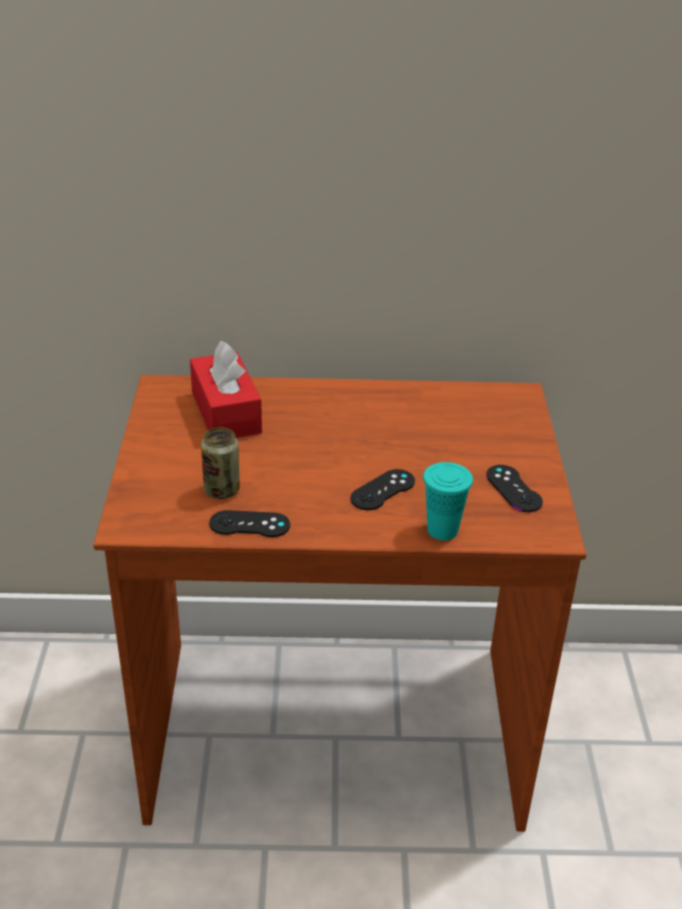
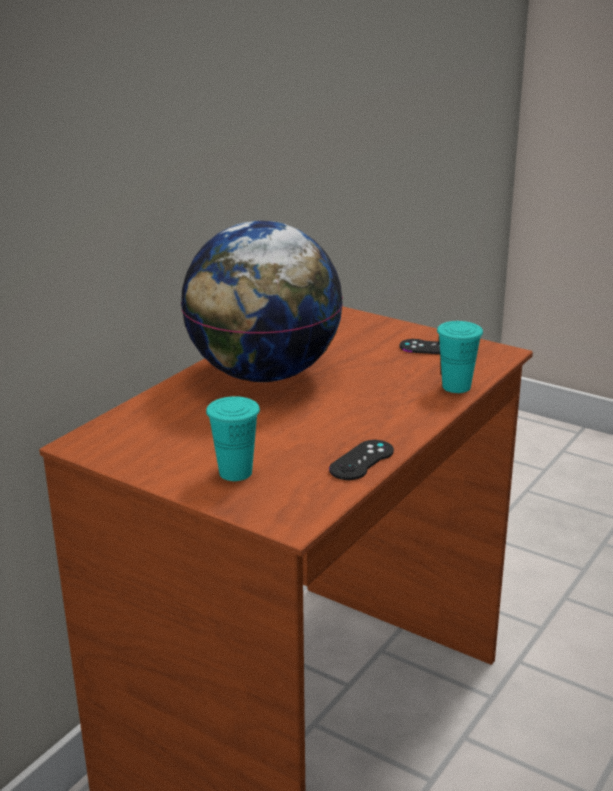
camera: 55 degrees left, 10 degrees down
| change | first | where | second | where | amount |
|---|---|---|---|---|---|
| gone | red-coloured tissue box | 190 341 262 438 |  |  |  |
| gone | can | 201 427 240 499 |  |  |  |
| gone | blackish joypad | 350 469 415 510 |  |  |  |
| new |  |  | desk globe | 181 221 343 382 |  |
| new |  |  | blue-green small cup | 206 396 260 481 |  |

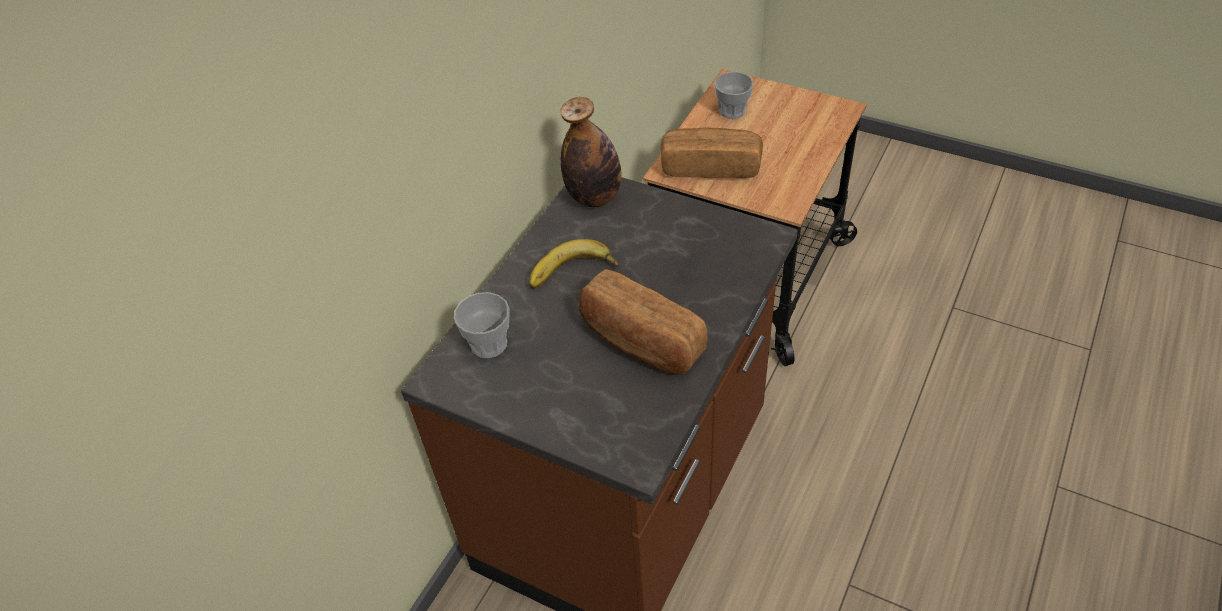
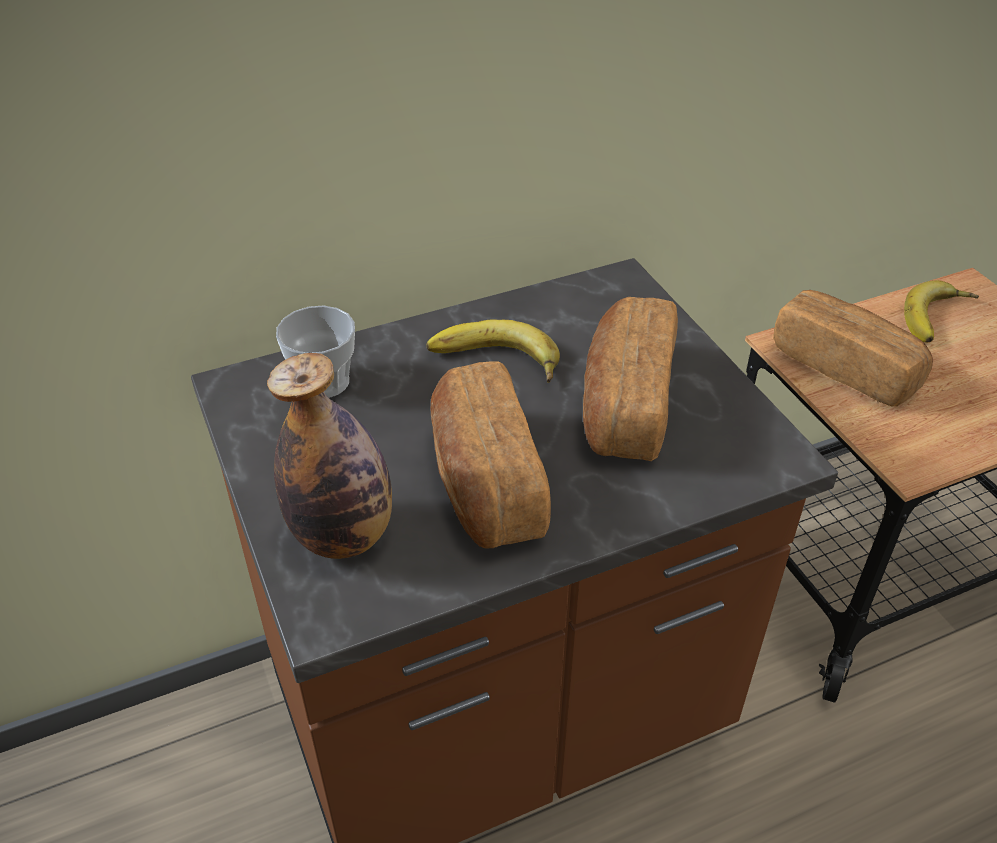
camera: 35 degrees right, 5 degrees down
| change | first | where | second | where | amount |
|---|---|---|---|---|---|
| new |  |  | bread | 583 297 678 461 |  |
| shifted | beverage bottle | 560 97 621 207 |  | 267 353 392 559 |  |
| swapped | small cup | 714 72 754 119 | whole banana | 904 280 979 342 |  |

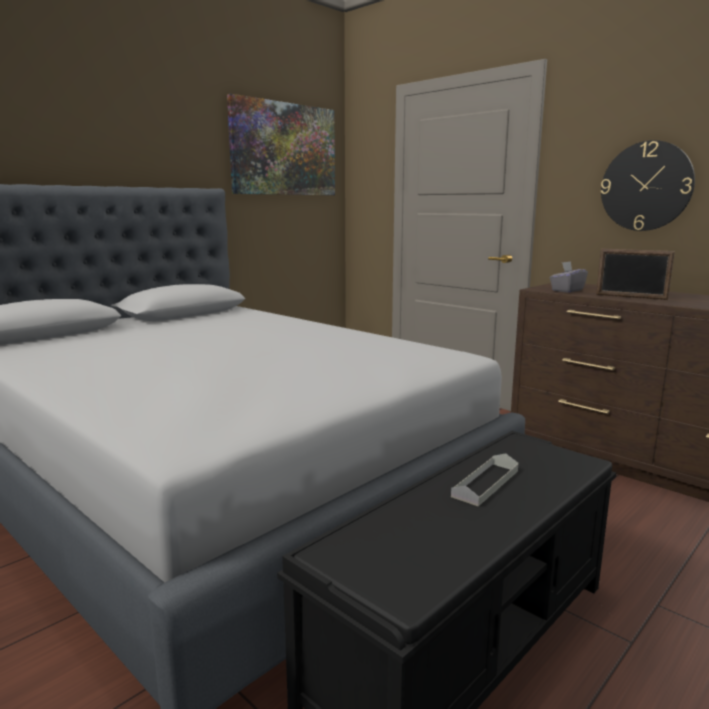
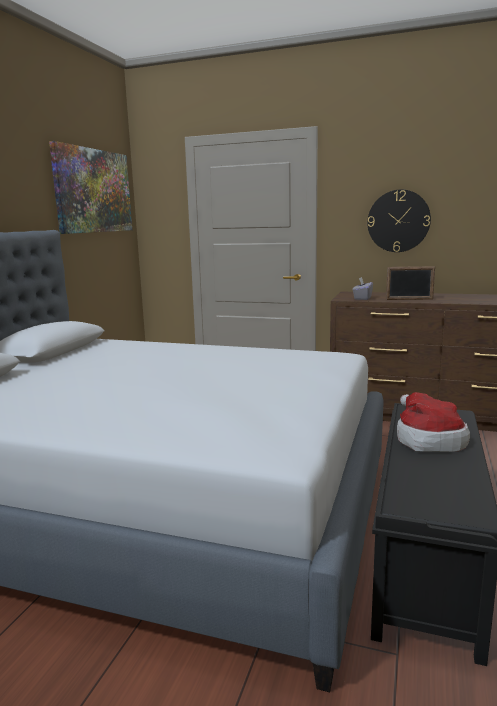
camera: 25 degrees left, 0 degrees up
| change | first | where | second | where | amount |
|---|---|---|---|---|---|
| swapped | grey carrying tray | 451 453 518 506 | clothing hat | 397 392 470 452 |  |

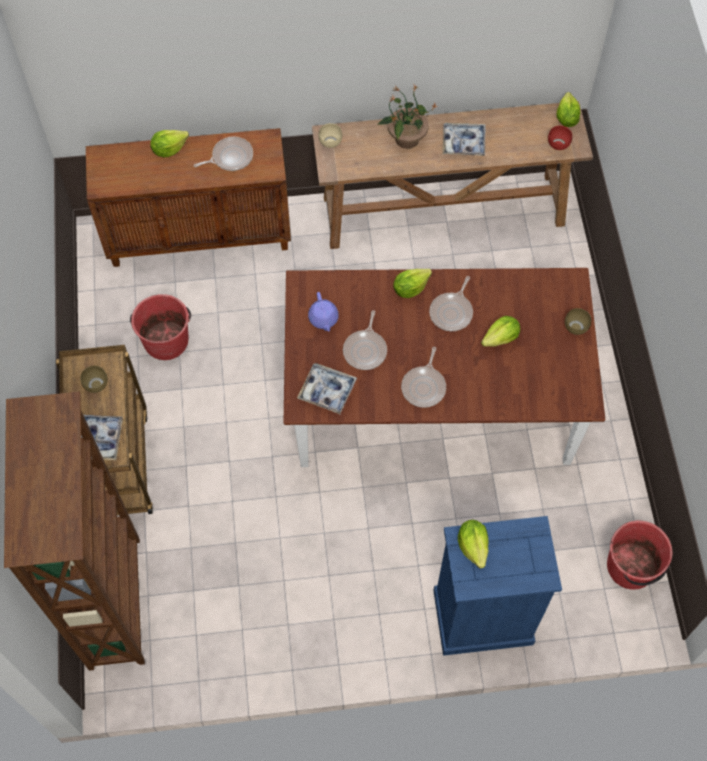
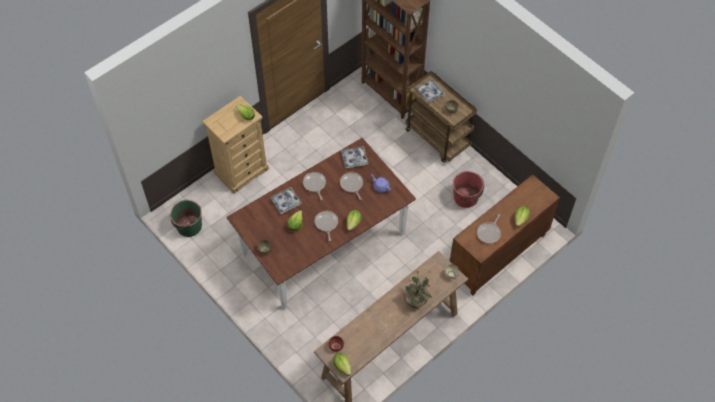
camera: 145 degrees right, 5 degrees down
| change | first | where | second | where | amount |
|---|---|---|---|---|---|
| shifted | carrying tray | 443 123 485 156 |  | 270 187 302 214 |  |
| repainted | bluish drawer chest | 433 516 562 656 | beige-coloured drawer chest | 202 96 269 194 |  |
| repainted | red-coloured pail | 607 521 672 590 | greenish pail | 170 200 202 237 |  |

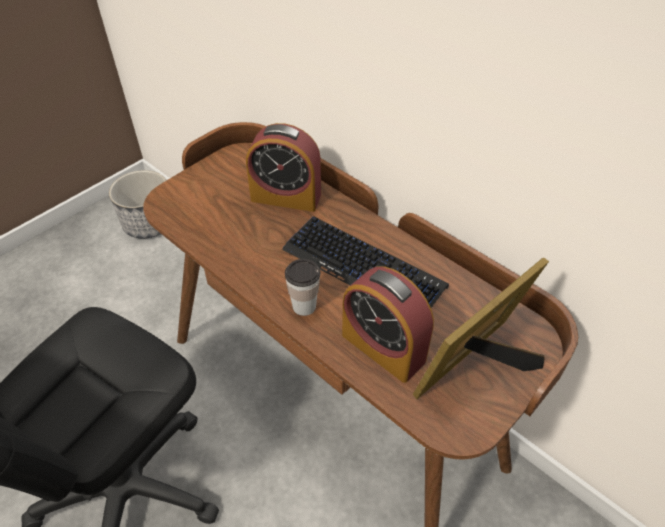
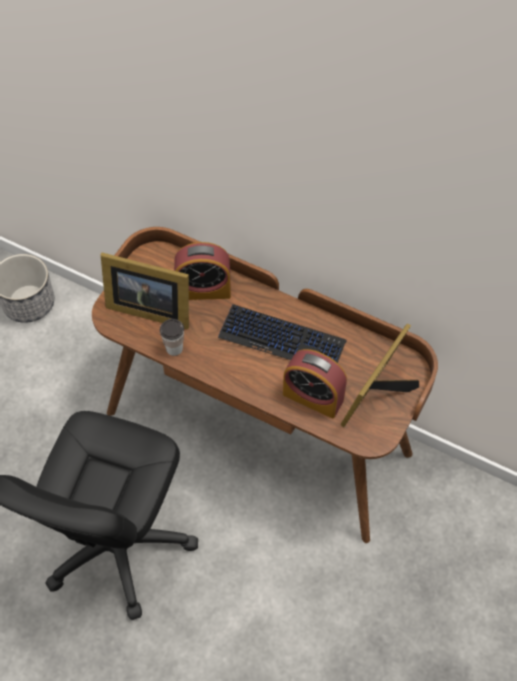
camera: 15 degrees left, 10 degrees up
| change | first | where | second | where | amount |
|---|---|---|---|---|---|
| new |  |  | picture frame | 101 253 189 330 |  |
| shifted | small cup | 285 259 321 316 |  | 160 319 184 356 |  |

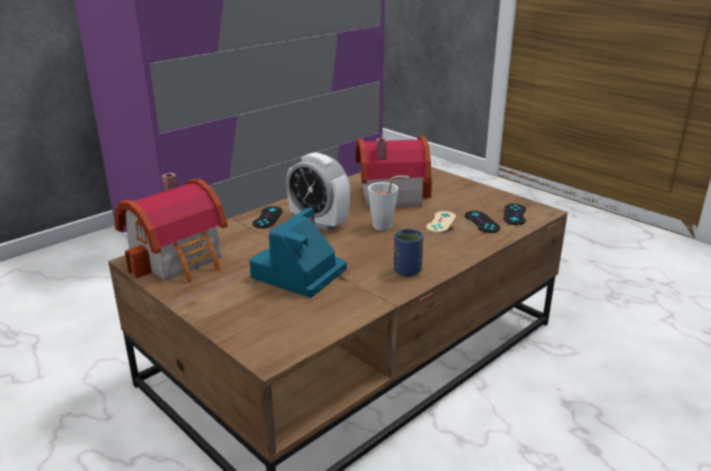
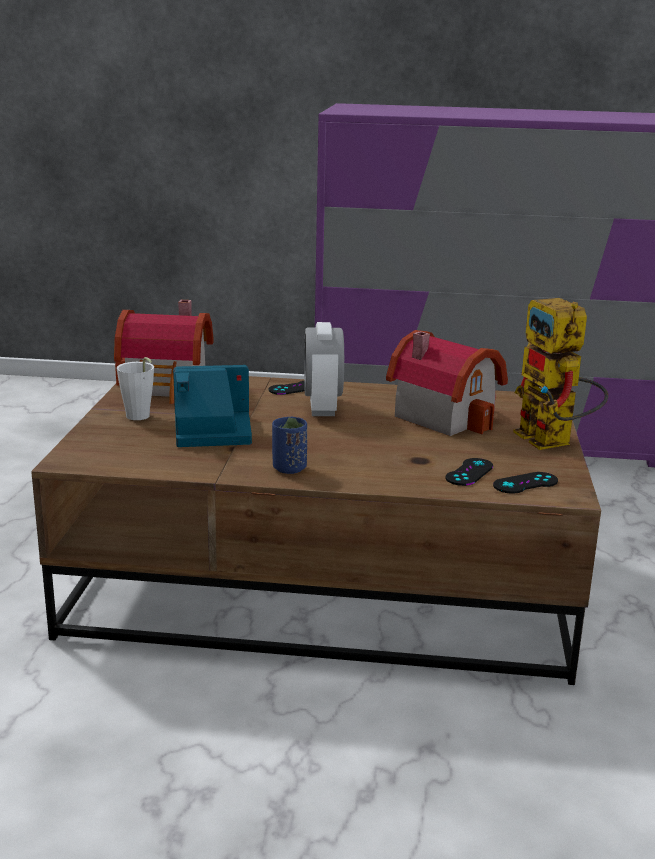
camera: 50 degrees right, 5 degrees down
| change | first | where | second | where | amount |
|---|---|---|---|---|---|
| gone | beige-coloured joypad | 426 211 456 233 |  |  |  |
| new |  |  | toy robot | 513 298 608 450 |  |
| shifted | white-coloured small cup | 368 176 409 230 |  | 117 357 154 420 |  |

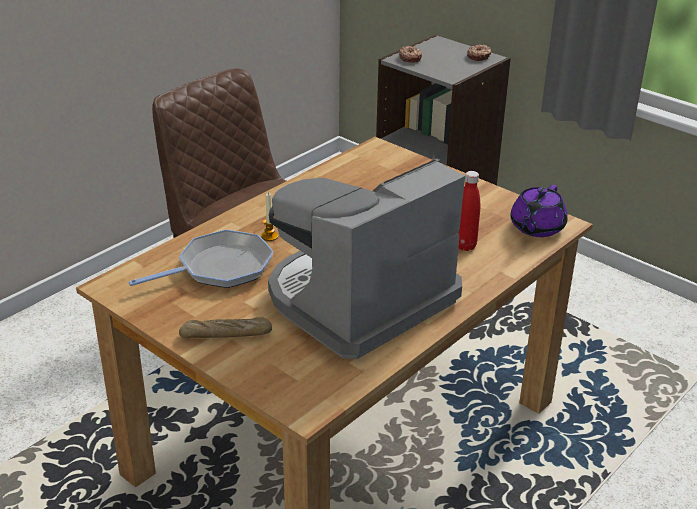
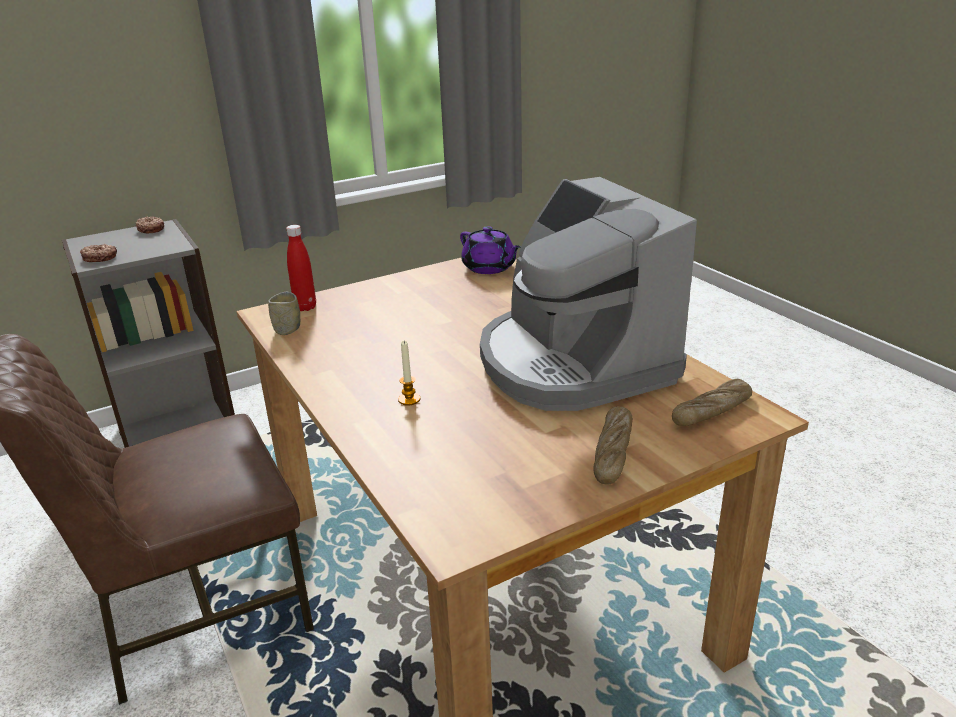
camera: 70 degrees left, 5 degrees down
| change | first | where | second | where | amount |
|---|---|---|---|---|---|
| gone | pan | 129 230 274 288 |  |  |  |
| new |  |  | small cup | 268 292 300 335 |  |
| new |  |  | bread | 672 379 752 426 |  |
| shifted | red-coloured beverage bottle | 458 171 480 251 |  | 286 225 316 311 |  |

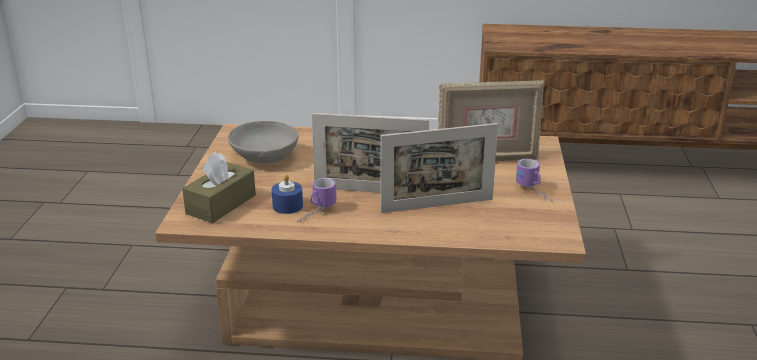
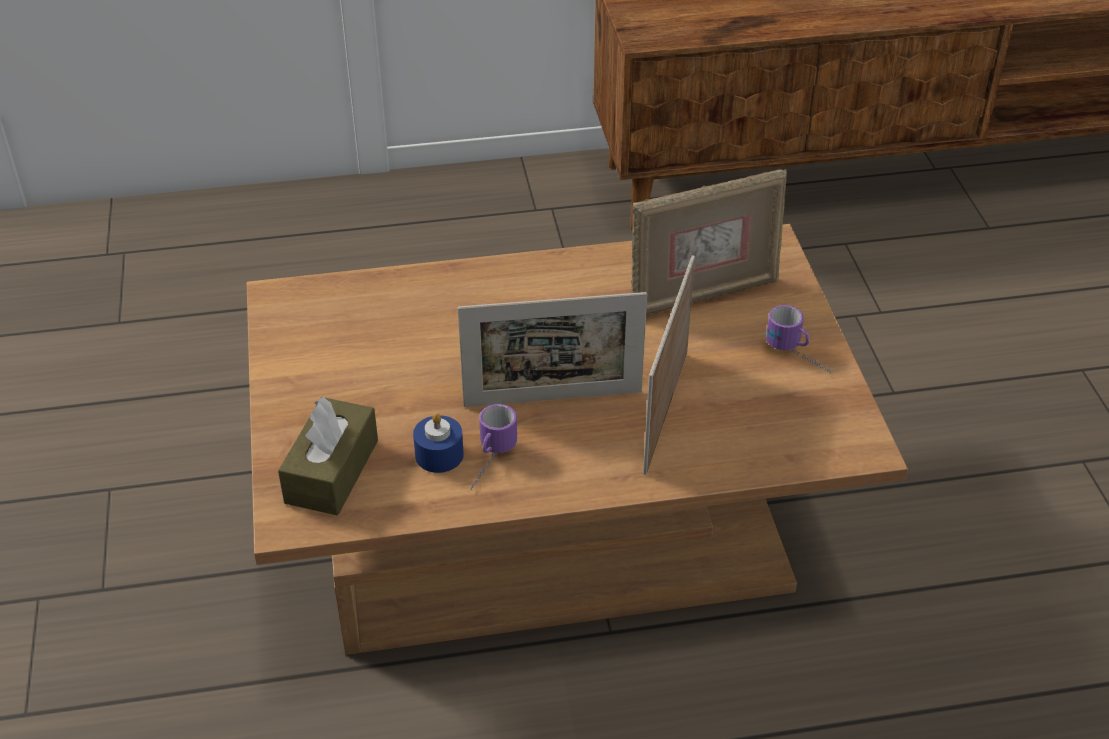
camera: 15 degrees left, 15 degrees up
| change | first | where | second | where | amount |
|---|---|---|---|---|---|
| gone | grey deep dish | 228 121 298 164 |  |  |  |
| rotated | picture frame | 380 123 498 213 |  | 643 255 695 475 | 135 degrees clockwise |

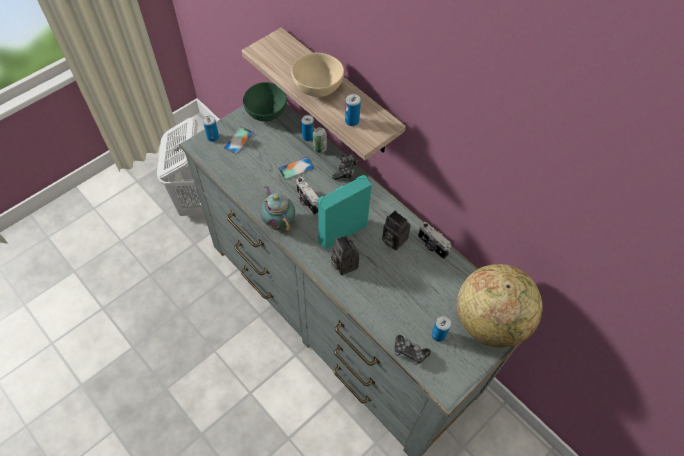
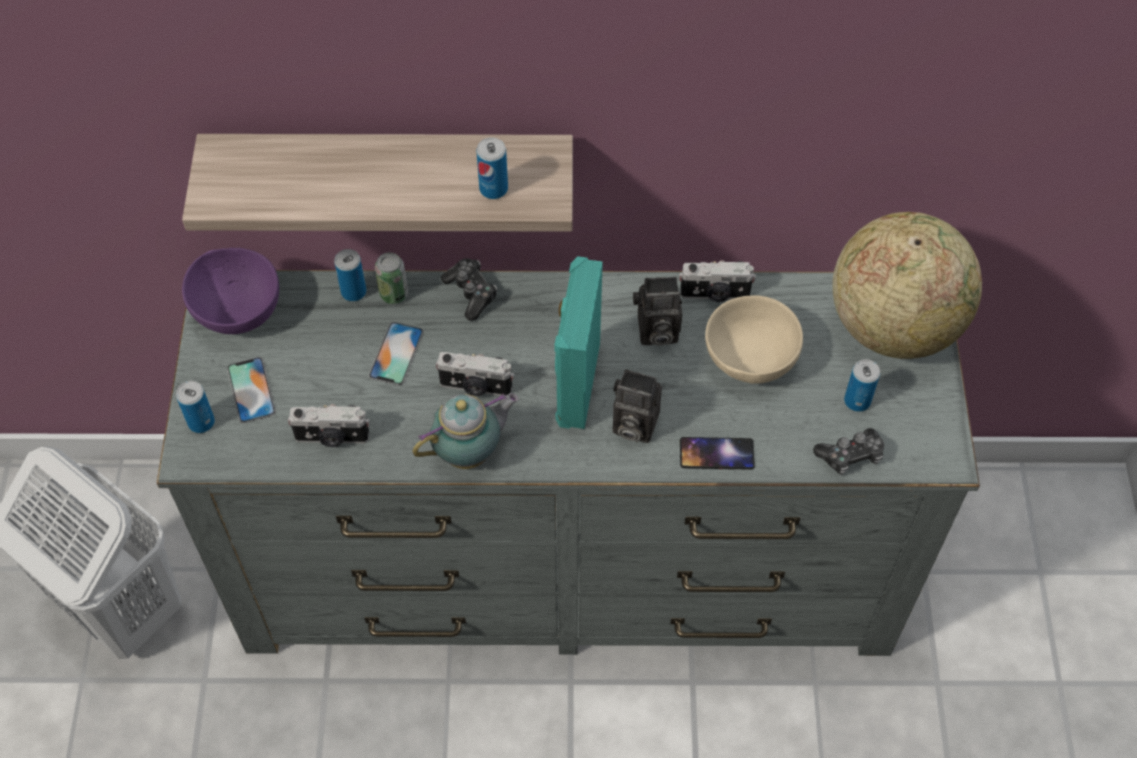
camera: 45 degrees left, 0 degrees up
| change | first | where | second | where | amount |
|---|---|---|---|---|---|
| new |  |  | still camera | 288 404 369 447 |  |
| new |  |  | telephone | 680 437 755 470 |  |
| shifted | beige-coloured deep dish | 291 53 344 97 |  | 705 295 803 384 |  |
| repainted | greenish deep dish | 243 82 287 122 | purplish deep dish | 182 248 279 334 |  |
| rotated | teapot | 260 185 295 232 |  | 413 393 519 469 | 135 degrees clockwise |

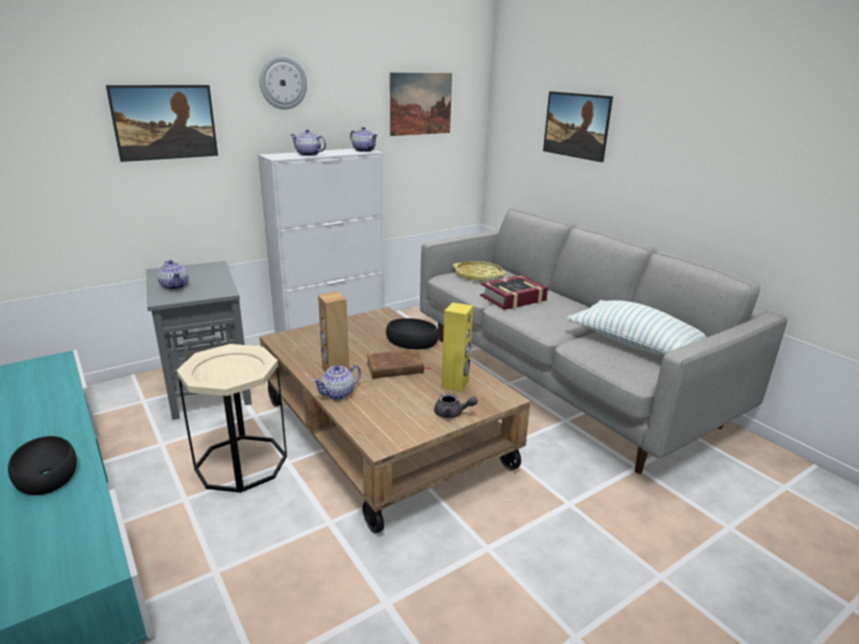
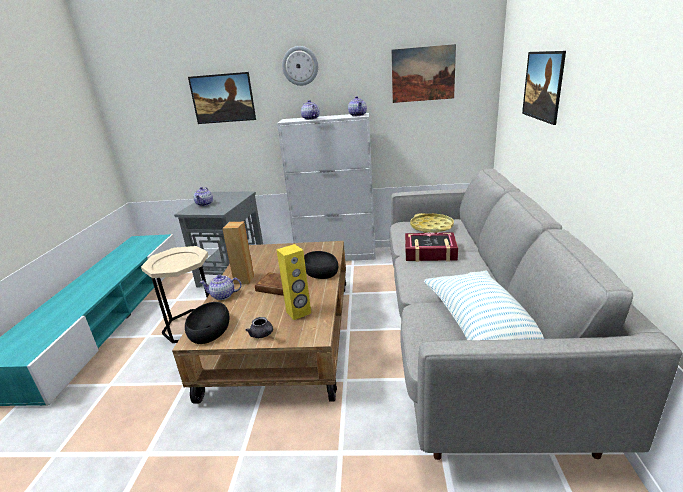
camera: 40 degrees right, 0 degrees up
| change | first | where | second | where | amount |
|---|---|---|---|---|---|
| shifted | blackish deep dish | 8 436 77 495 |  | 185 302 229 344 |  |

